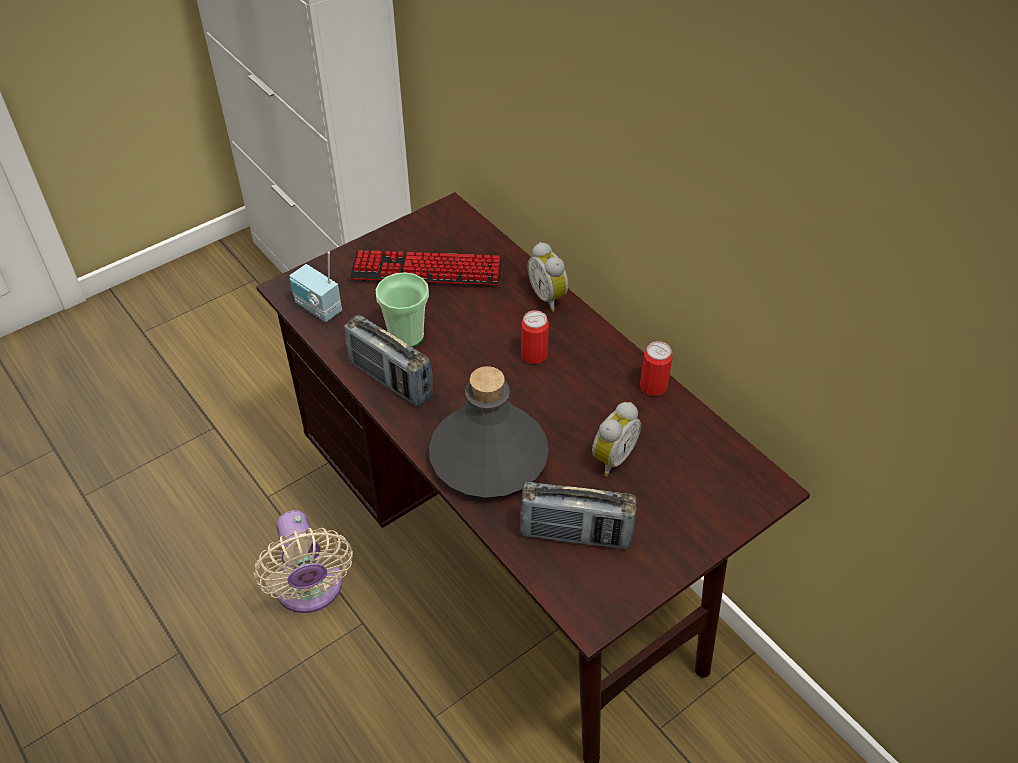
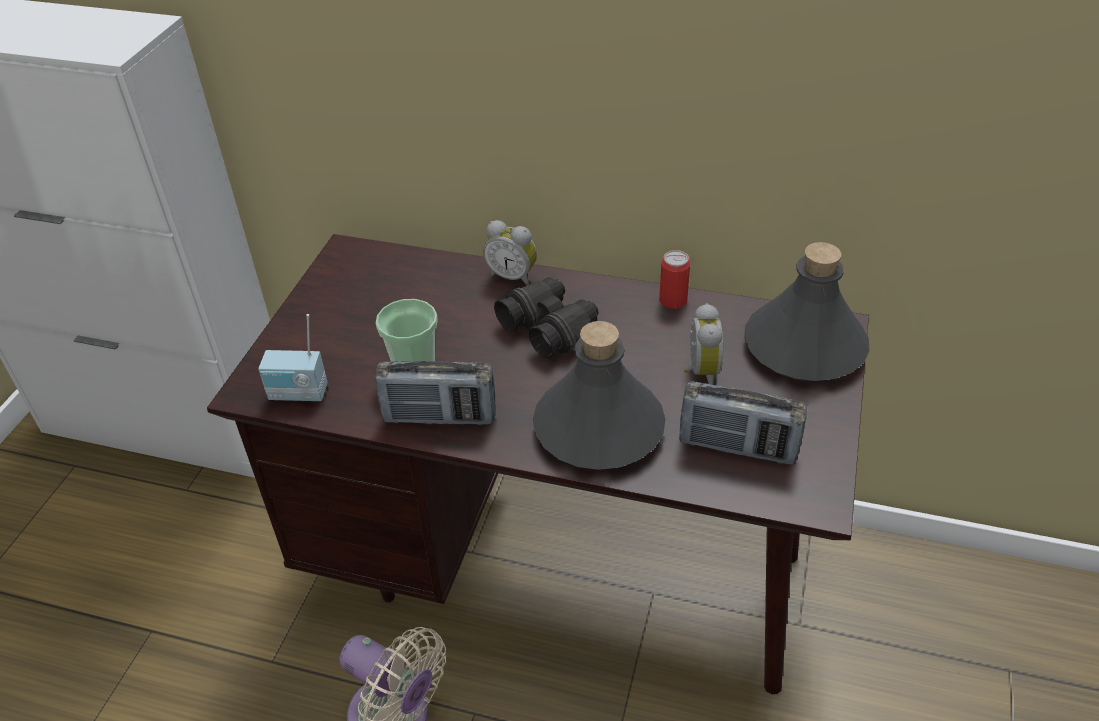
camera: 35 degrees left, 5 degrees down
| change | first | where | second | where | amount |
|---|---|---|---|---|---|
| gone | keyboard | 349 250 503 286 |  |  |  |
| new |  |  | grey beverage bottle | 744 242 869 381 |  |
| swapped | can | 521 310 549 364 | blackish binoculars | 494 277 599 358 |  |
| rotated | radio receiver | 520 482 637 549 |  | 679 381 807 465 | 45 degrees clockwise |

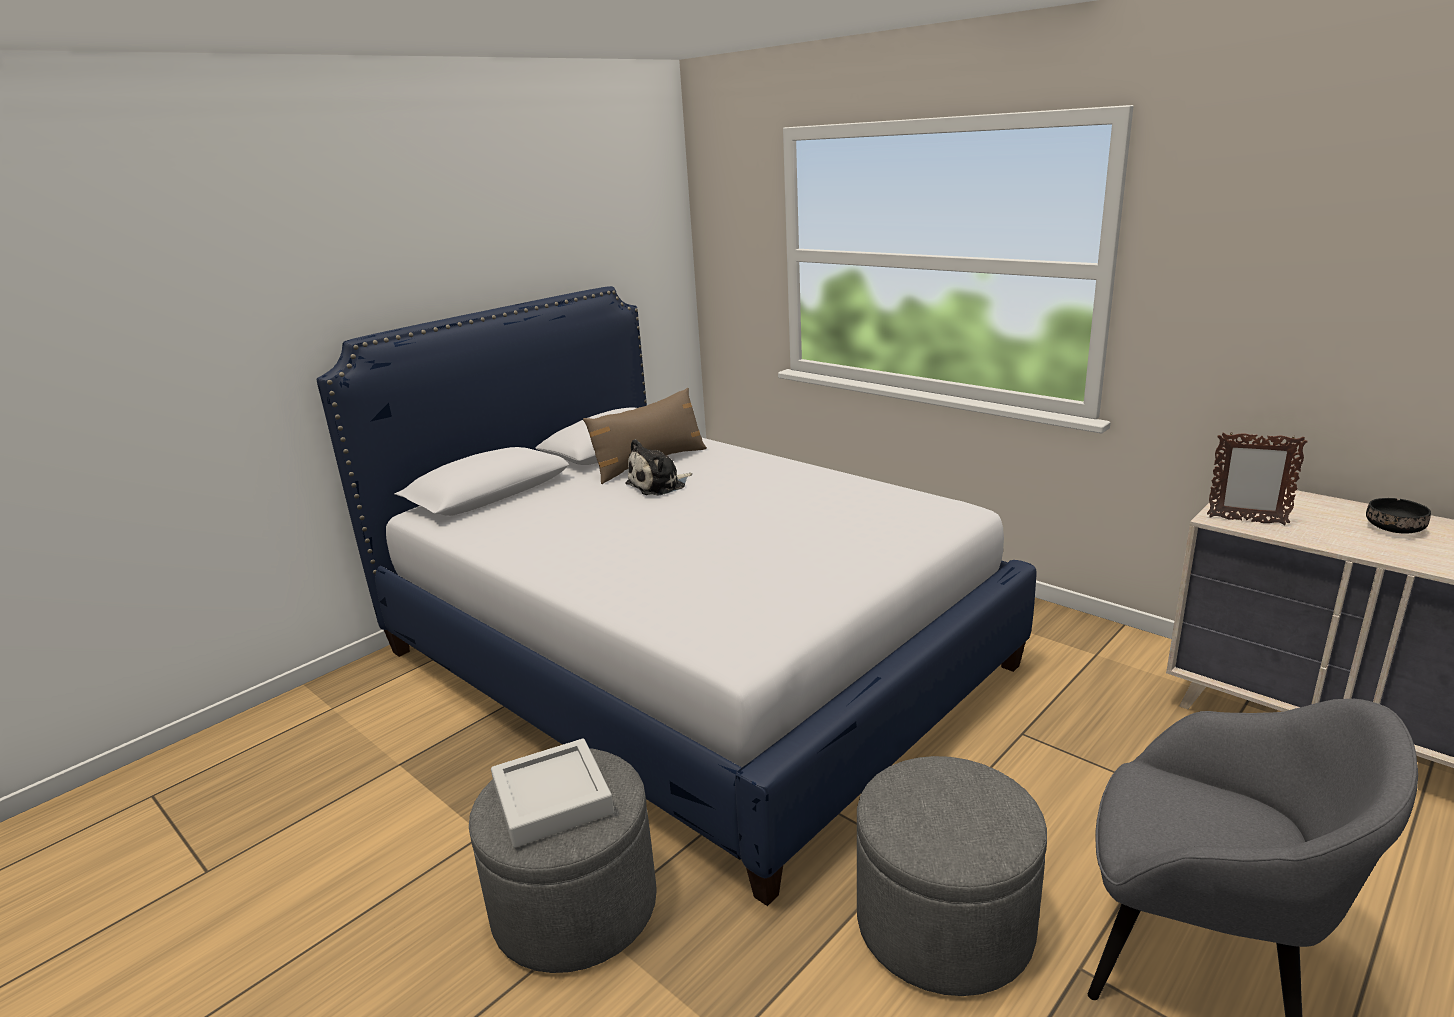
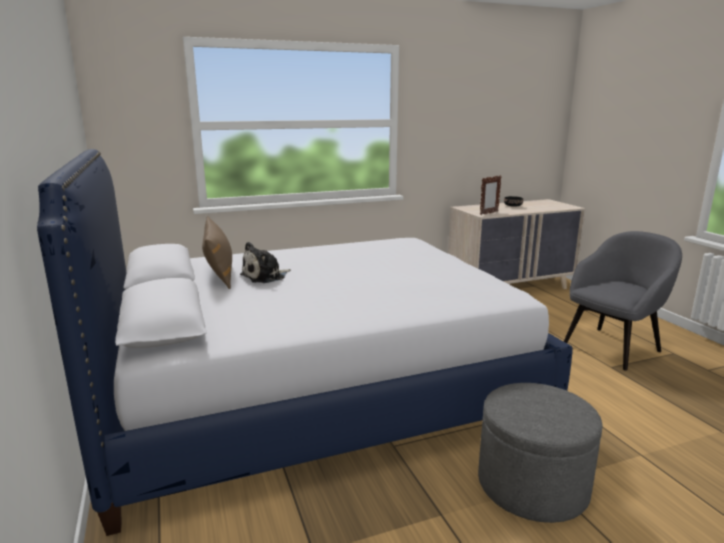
camera: 65 degrees left, 5 degrees down
| change | first | where | second | where | amount |
|---|---|---|---|---|---|
| gone | grey carrying tray | 491 738 614 848 |  |  |  |
| gone | grey footrest | 857 756 1047 996 |  |  |  |
| rotated | soft toy | 625 439 692 495 |  | 240 242 291 283 | 60 degrees clockwise |

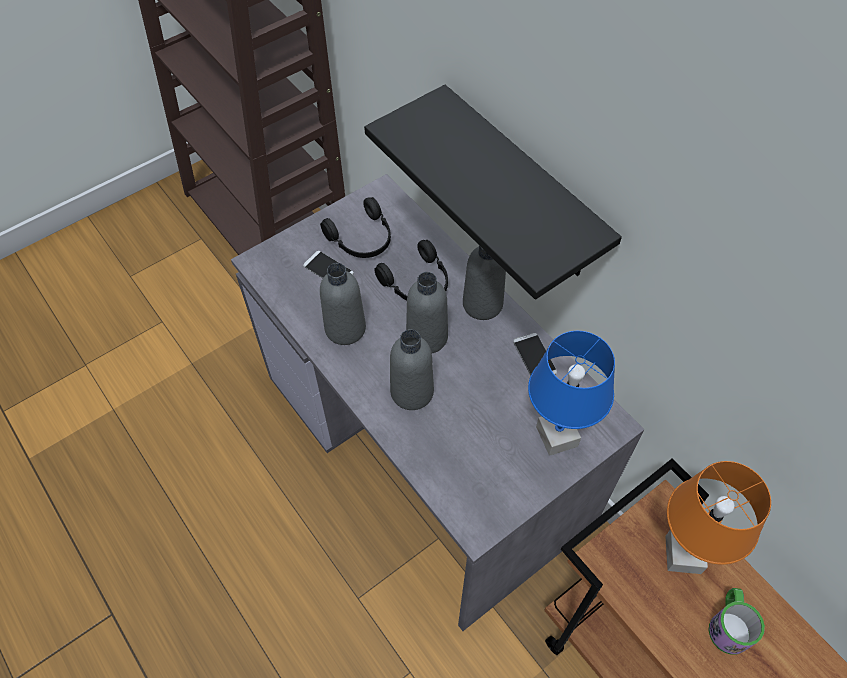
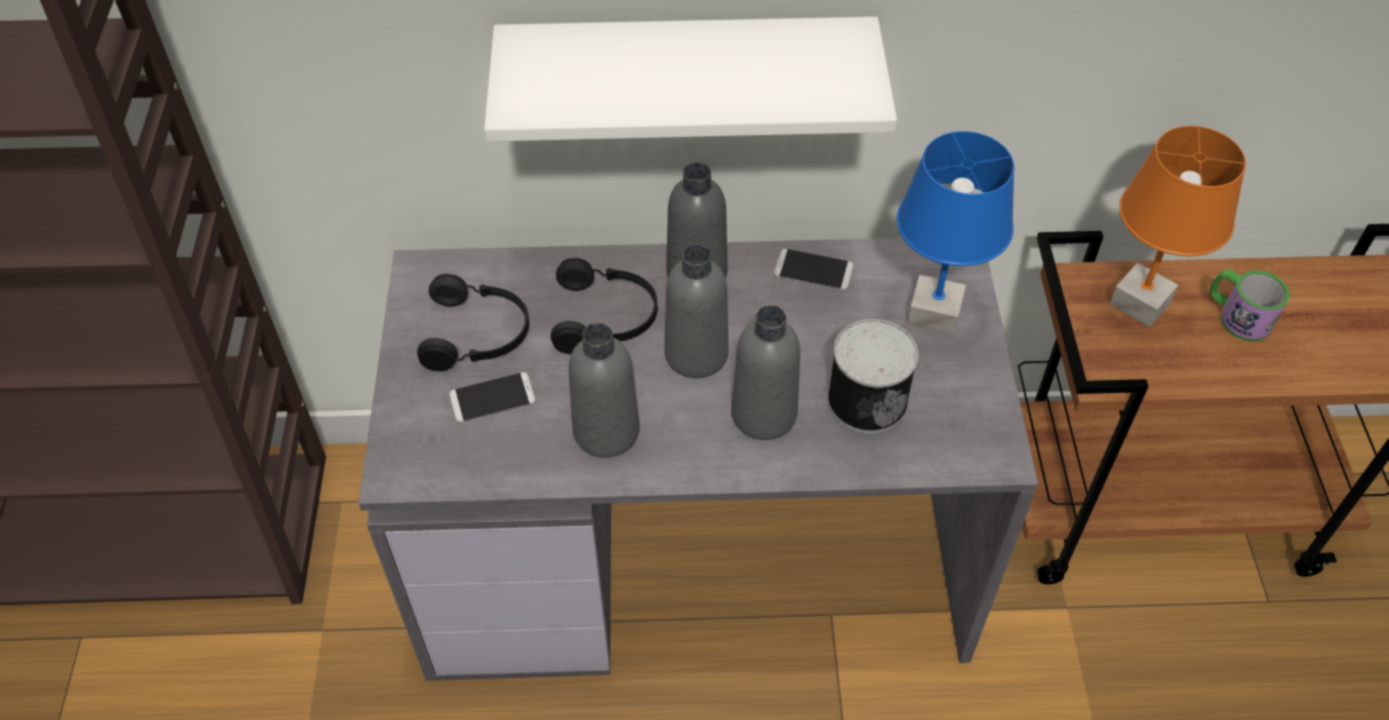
camera: 55 degrees left, 5 degrees down
| change | first | where | second | where | amount |
|---|---|---|---|---|---|
| new |  |  | can | 827 319 918 434 |  |
| repainted | blackish shelf | 364 85 622 300 | white-coloured shelf | 484 17 897 142 |  |

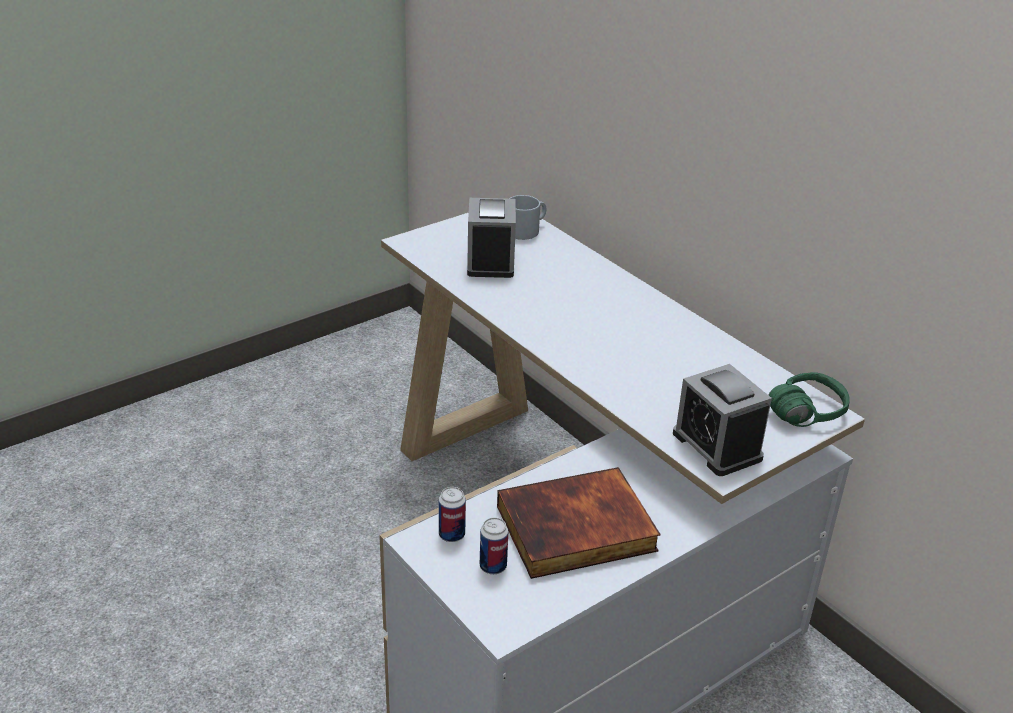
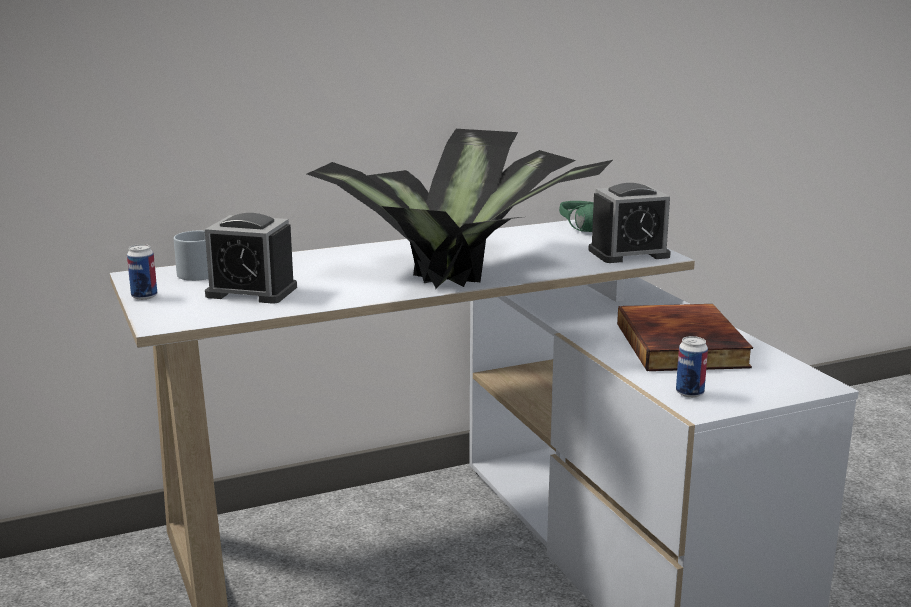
camera: 75 degrees left, 15 degrees down
| change | first | where | second | where | amount |
|---|---|---|---|---|---|
| new |  |  | potted plant | 307 129 613 288 |  |
| shifted | can | 480 518 508 574 |  | 127 244 157 300 |  |

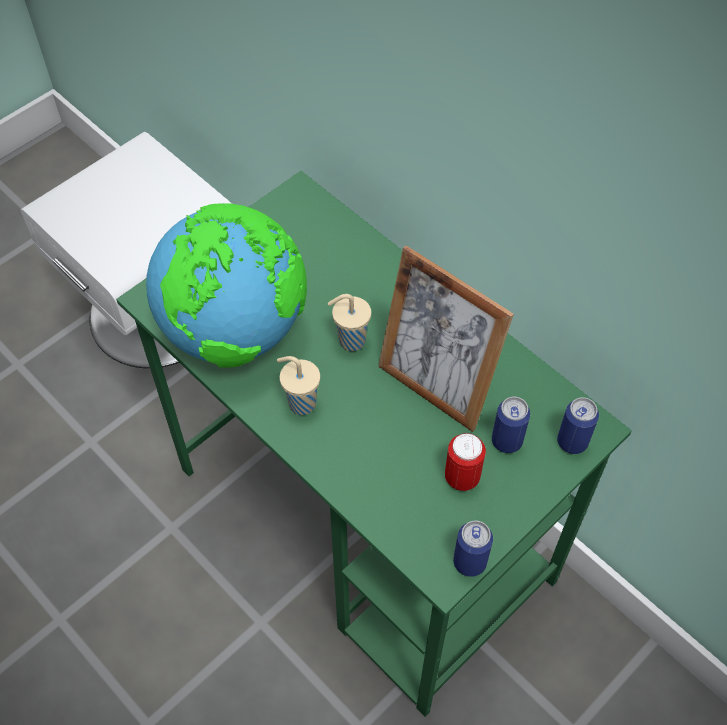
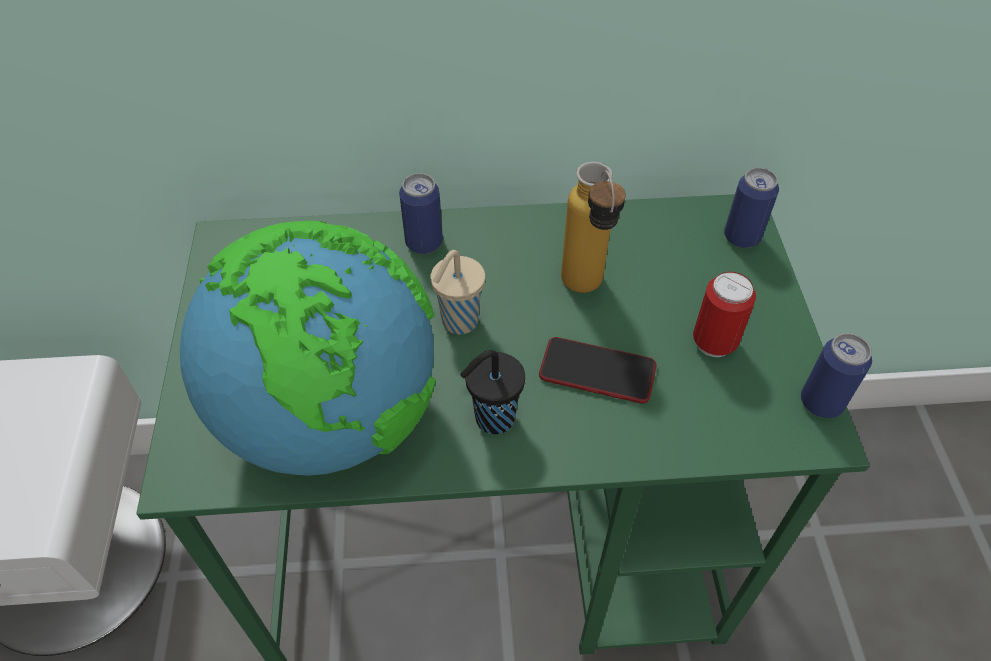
camera: 50 degrees left, 5 degrees down
| change | first | where | second | where | amount |
|---|---|---|---|---|---|
| new |  |  | telephone | 539 337 656 403 |  |
| shifted | can | 492 396 530 453 |  | 399 173 443 254 |  |
| swapped | picture frame | 378 245 514 432 | beverage bottle | 561 162 626 293 |  |
| repainted | beige-coloured small cup | 277 356 320 415 | blackish small cup | 460 350 525 434 |  |

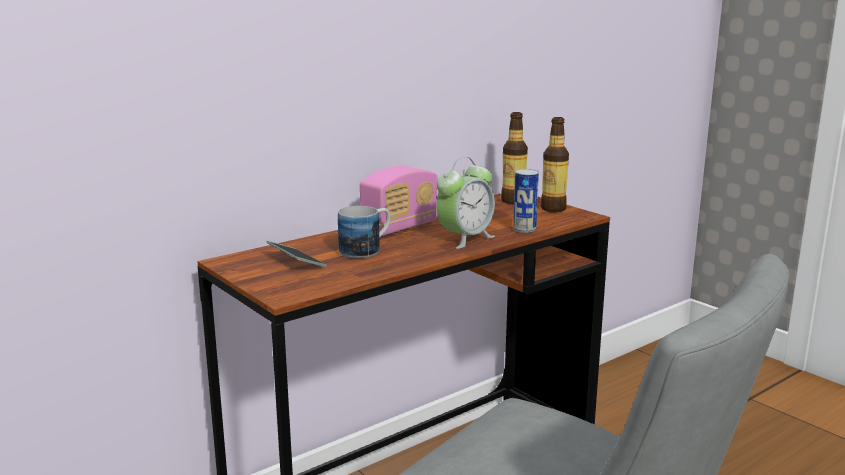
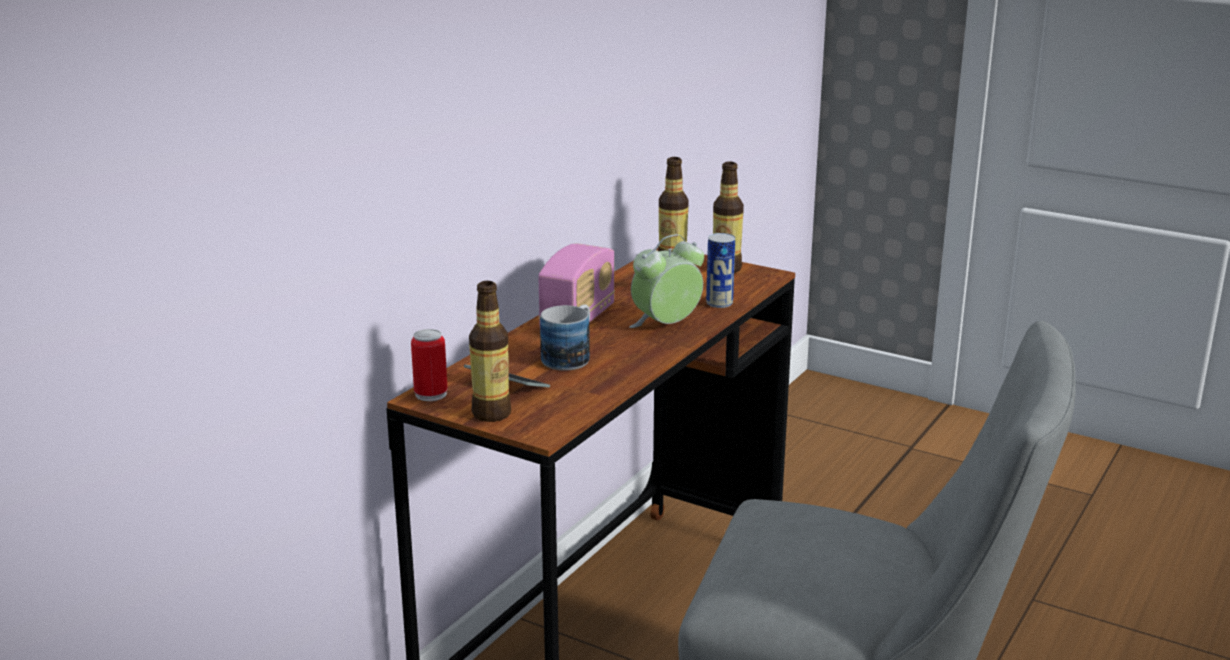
camera: 20 degrees left, 5 degrees up
| change | first | where | second | where | amount |
|---|---|---|---|---|---|
| new |  |  | can | 411 329 448 401 |  |
| new |  |  | beverage bottle | 469 281 511 422 |  |
| rotated | table clock | 436 157 495 249 |  | 630 234 704 328 | 150 degrees counterclockwise |

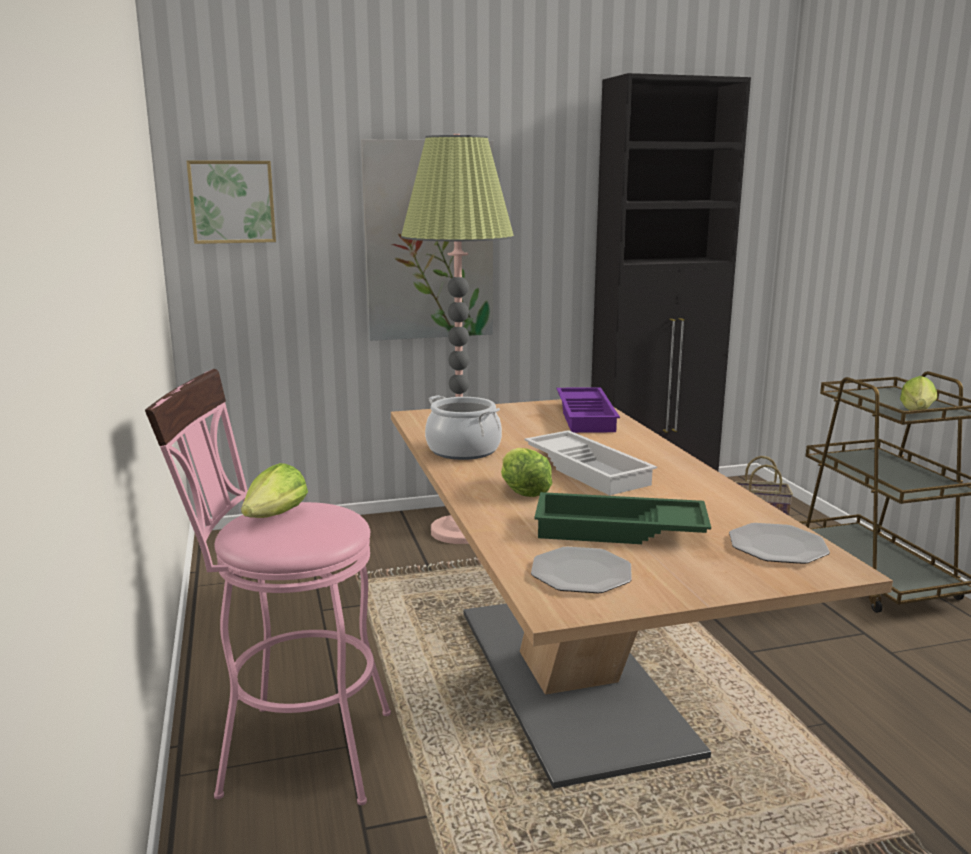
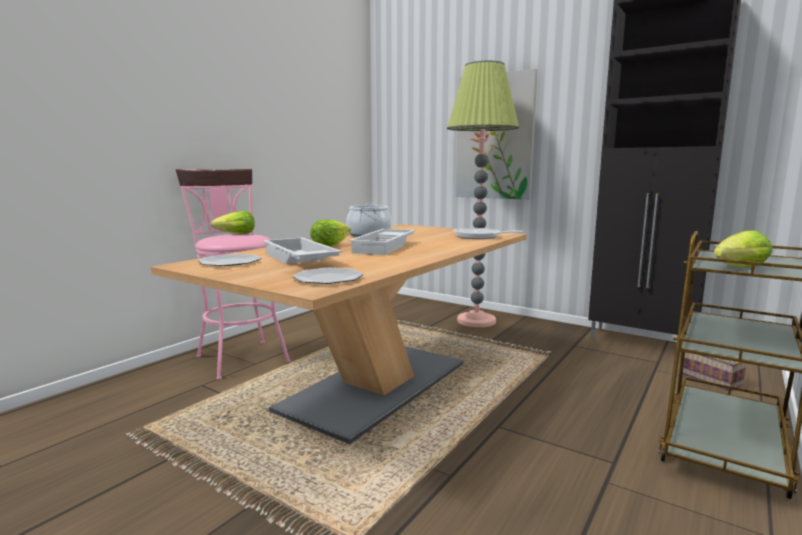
camera: 50 degrees right, 5 degrees down
| change | first | where | second | where | amount |
|---|---|---|---|---|---|
| gone | picture | 186 160 276 244 |  |  |  |
| swapped | purplish carrying tray | 556 387 620 433 | pan | 454 228 524 239 |  |
| repainted | greenish carrying tray | 534 492 711 544 | white-coloured carrying tray | 263 237 342 264 |  |

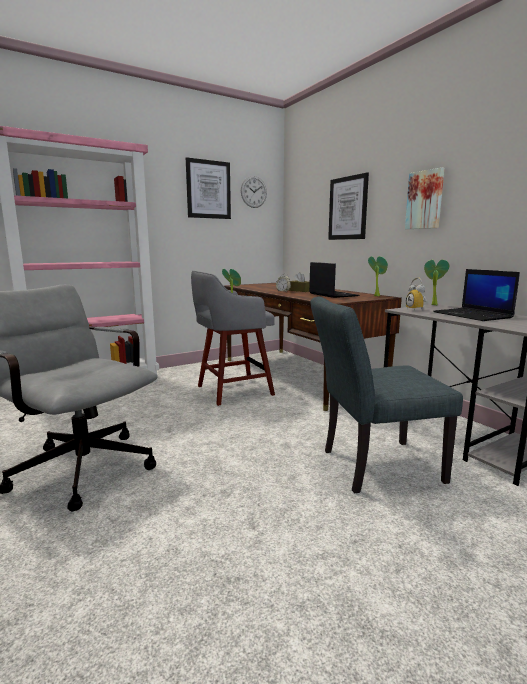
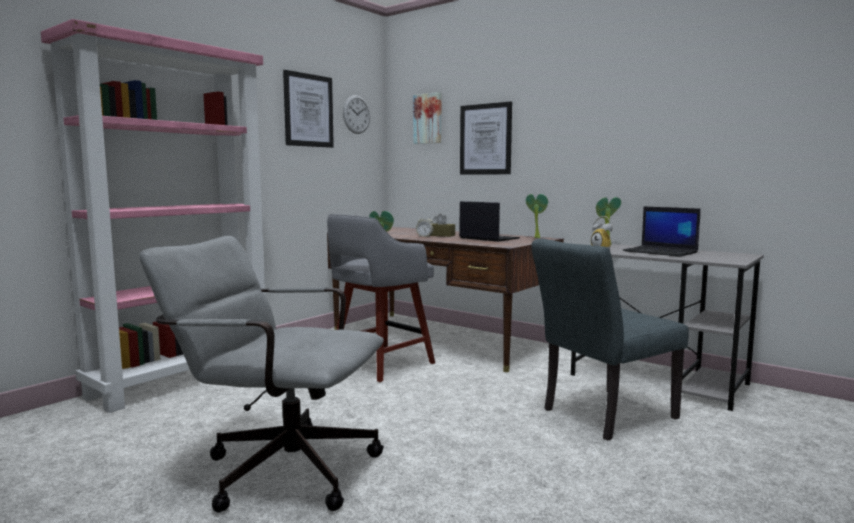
camera: 20 degrees left, 5 degrees down
| change | first | where | second | where | amount |
|---|---|---|---|---|---|
| shifted | picture | 405 168 445 229 |  | 413 92 441 144 |  |

